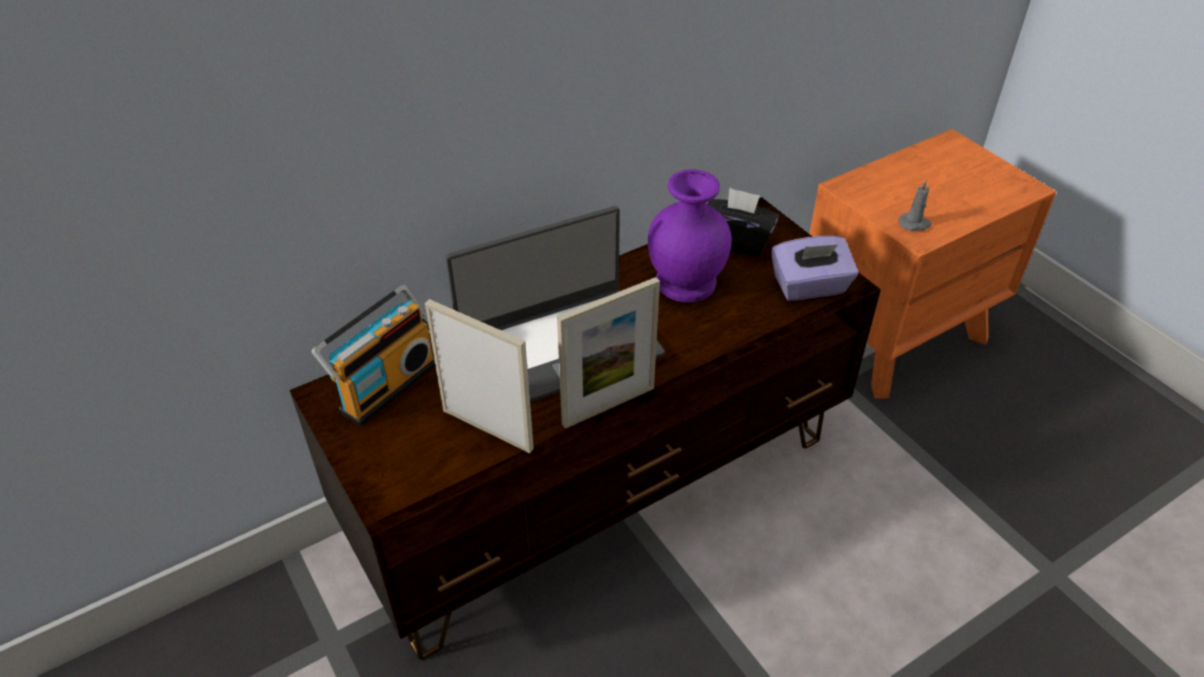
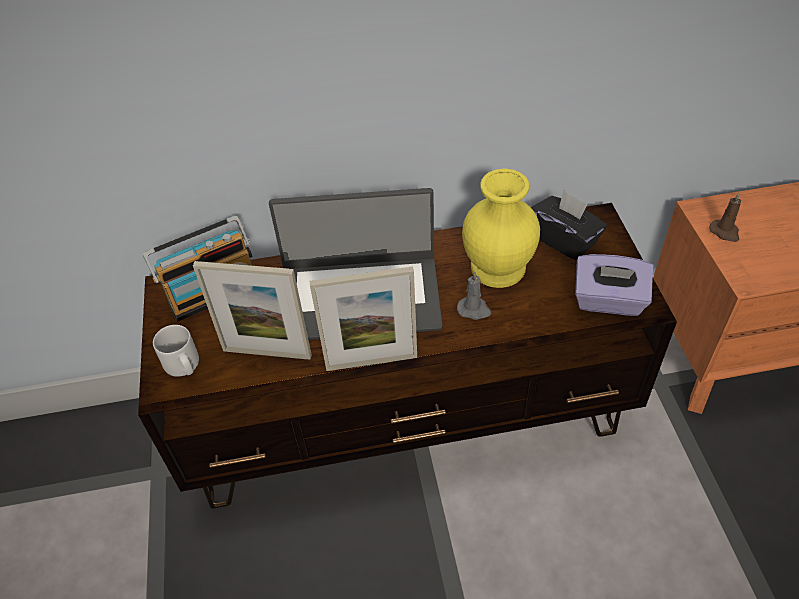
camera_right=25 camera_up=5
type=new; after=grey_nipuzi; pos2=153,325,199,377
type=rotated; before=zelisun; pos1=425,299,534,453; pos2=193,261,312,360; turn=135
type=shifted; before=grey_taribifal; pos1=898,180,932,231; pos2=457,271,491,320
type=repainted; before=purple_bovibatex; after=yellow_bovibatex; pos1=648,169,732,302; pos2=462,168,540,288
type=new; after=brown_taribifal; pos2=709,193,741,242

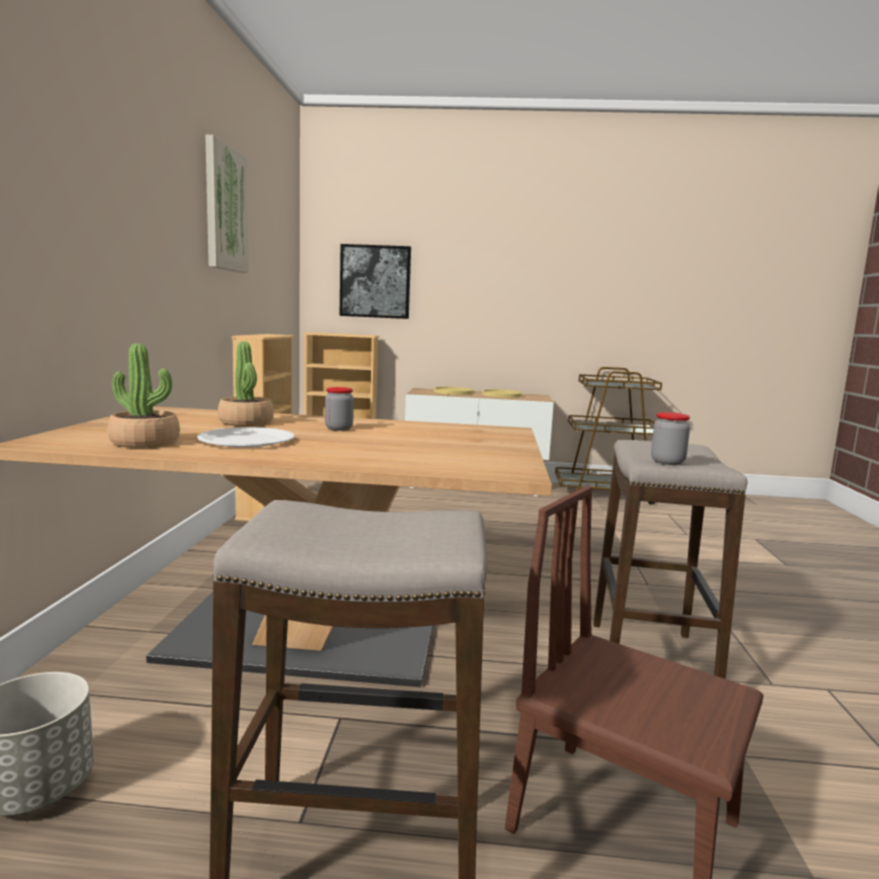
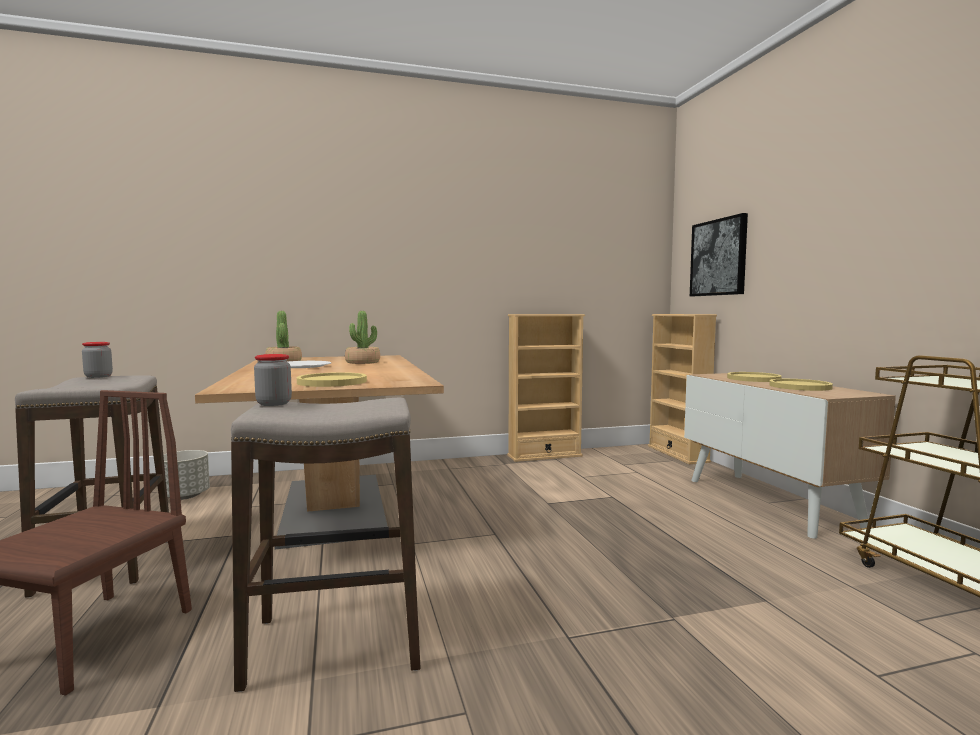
camera_right=70 camera_up=-5
type=shifted; before=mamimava; pos1=325,387,354,431; pos2=82,342,113,378
type=new; after=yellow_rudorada; pos2=297,372,367,387
type=gone; before=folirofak; pos1=205,135,249,273

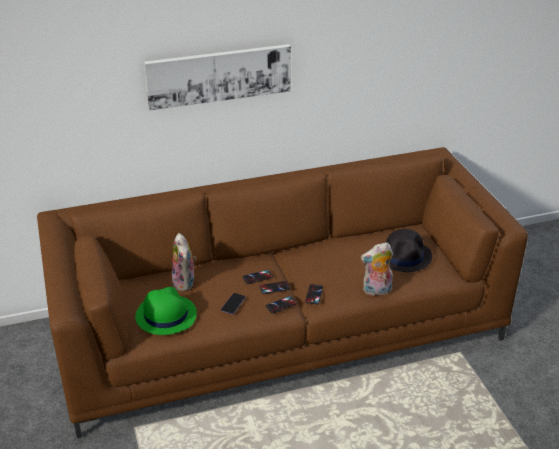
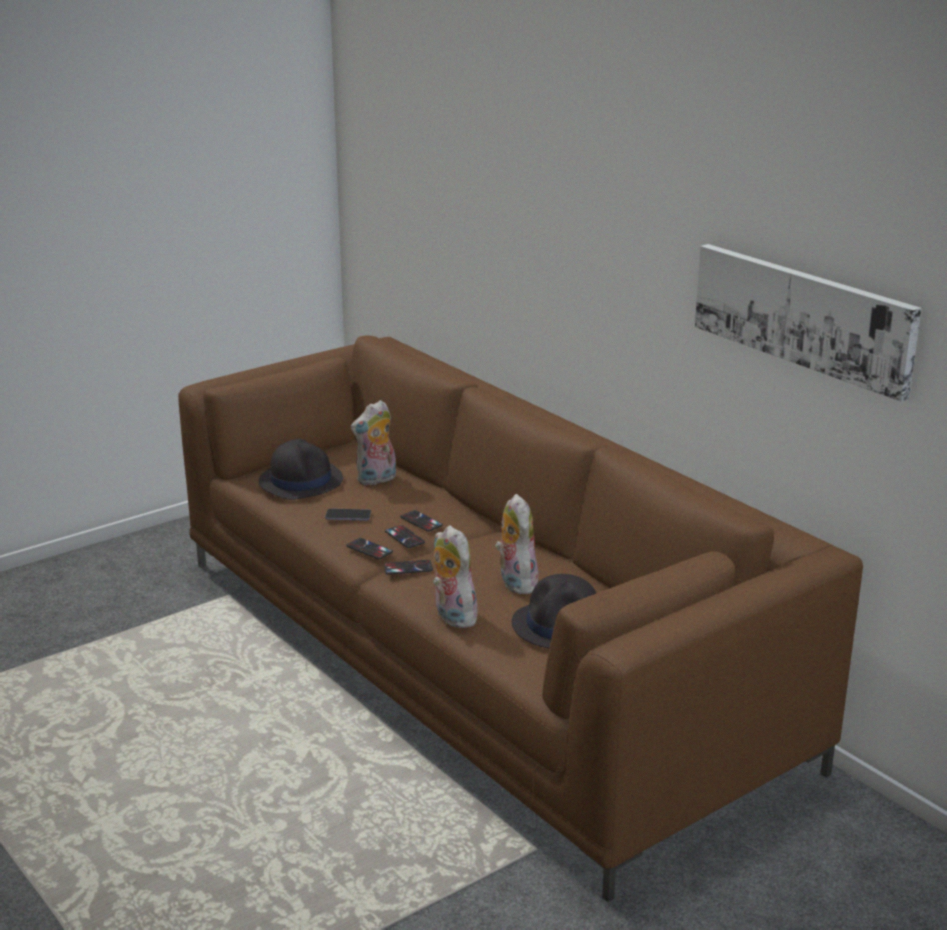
camera_right=70 camera_up=-10
type=repainted; before=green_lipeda; after=black_lipeda; pos1=135,287,197,335; pos2=259,439,343,500
type=new; after=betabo; pos2=495,494,538,594
type=shifted; before=folirofak; pos1=144,44,291,110; pos2=695,244,922,402

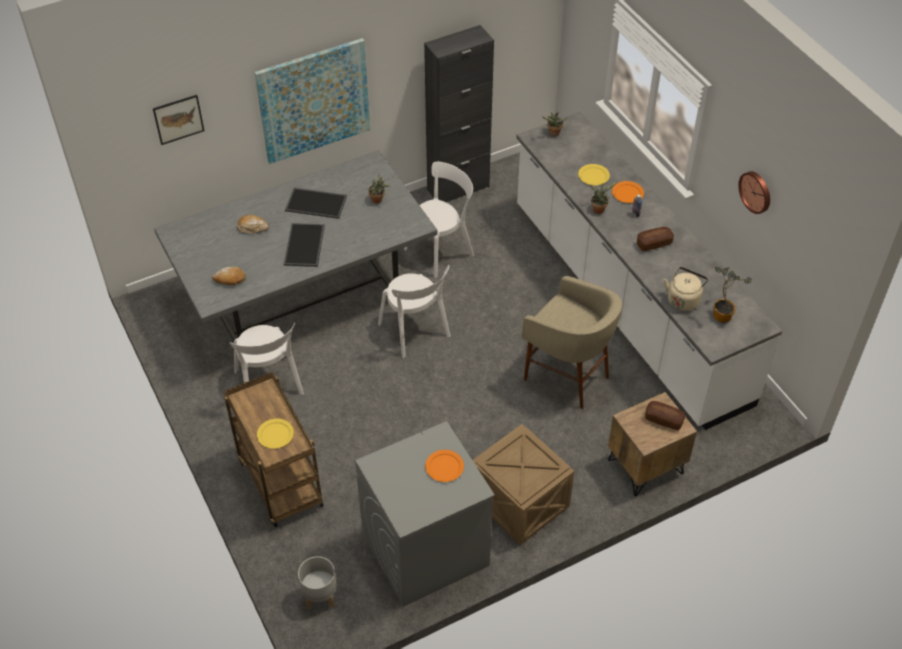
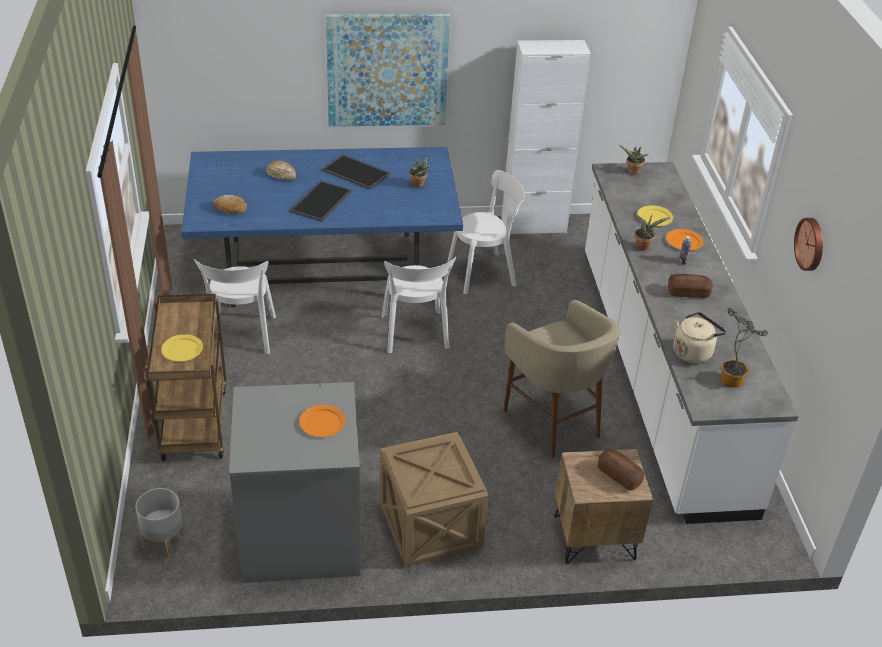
camera_right=20 camera_up=-10
type=repainted; before=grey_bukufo; after=blue_bukufo; pos1=154,150,438,342; pos2=181,147,463,307
type=repainted; before=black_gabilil; after=white_gabilil; pos1=424,25,494,202; pos2=501,40,591,234
type=gone; before=folirofak; pos1=153,95,204,145

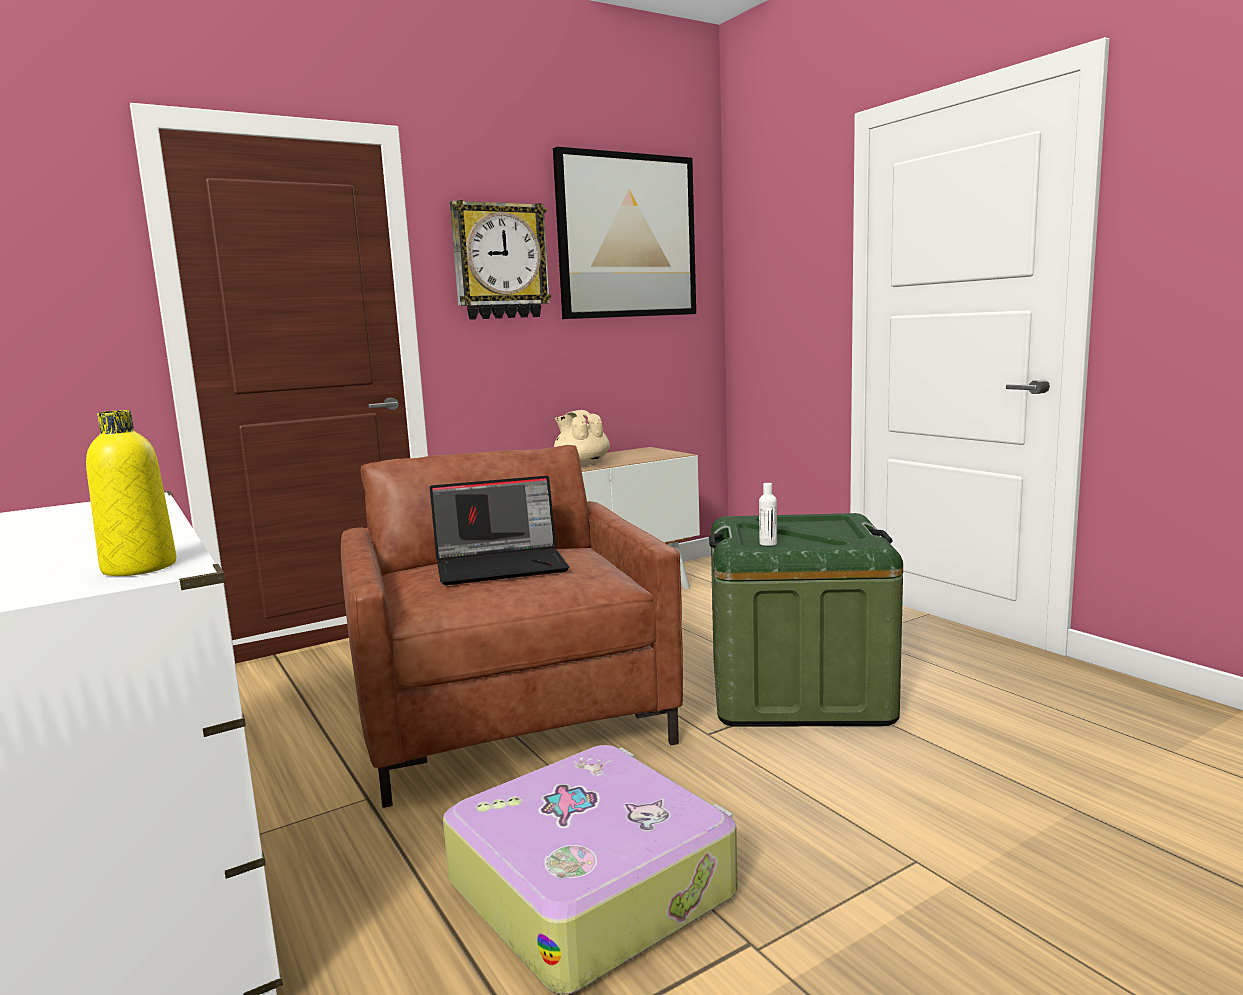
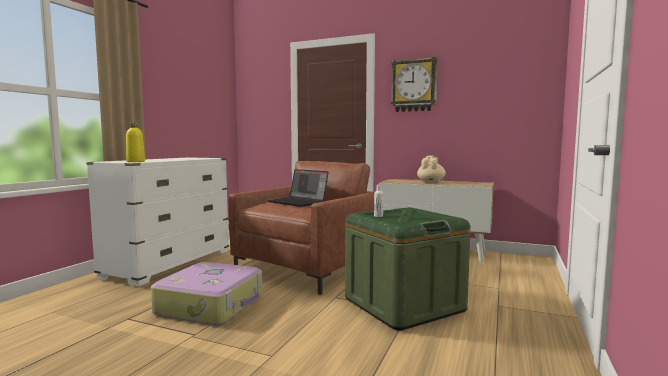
camera_right=55 camera_up=-5
type=gone; before=folirofak; pos1=553,147,696,319

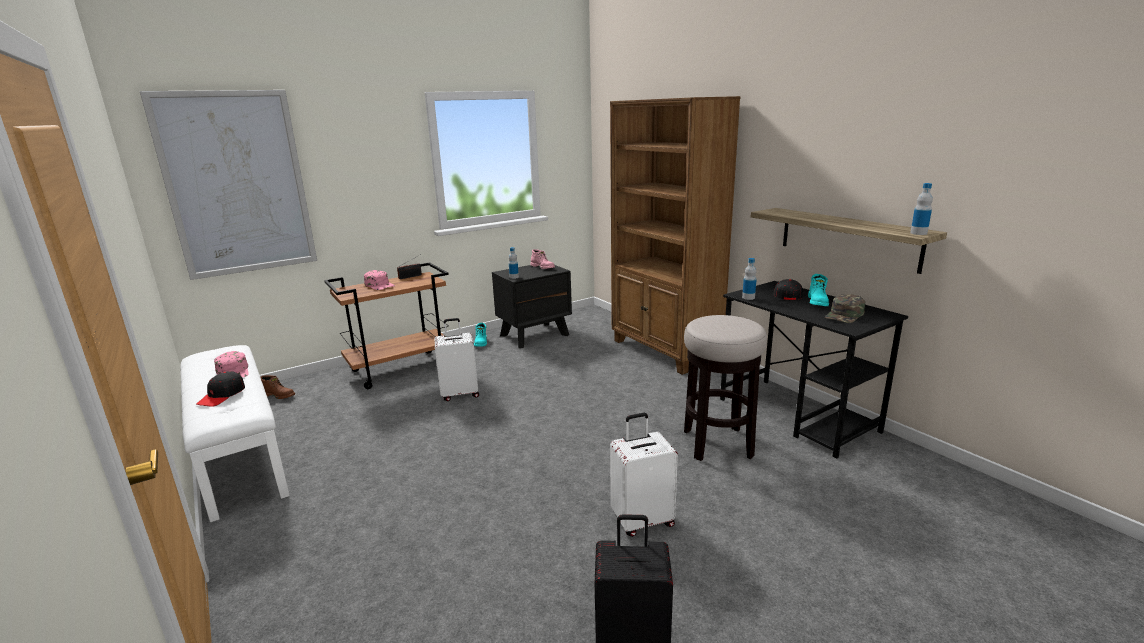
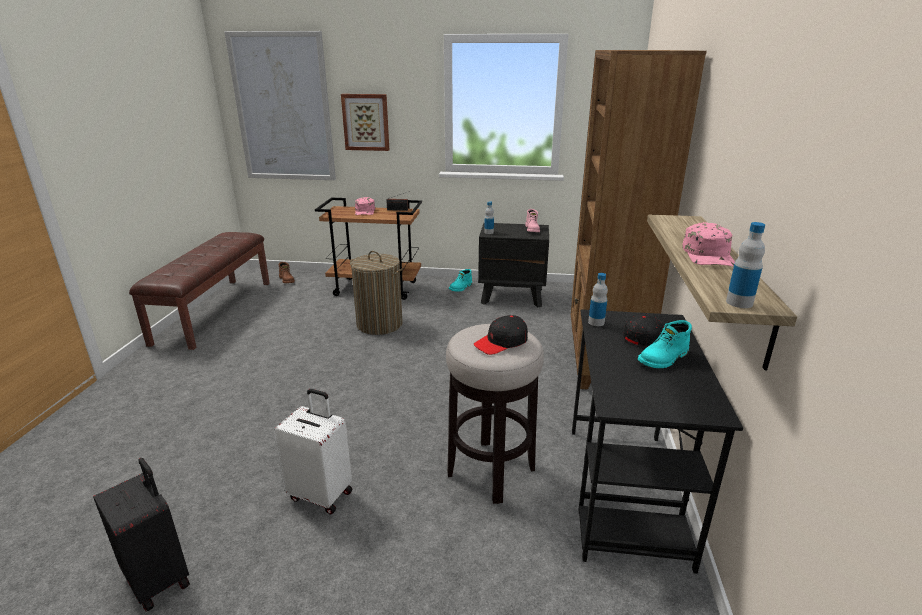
camera_right=40 camera_up=5
type=repainted; before=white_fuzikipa; after=brown_fuzikipa; pos1=180,345,290,522; pos2=129,232,270,350
type=new; after=folirofak; pos2=341,94,389,151
type=swapped; before=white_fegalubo; after=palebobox; pos1=435,318,479,401; pos2=350,251,403,335
type=shifted; before=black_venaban; pos1=197,371,245,407; pos2=474,315,528,355
type=shifted; before=pink_venaban; pos1=214,351,249,377; pos2=682,222,735,266
type=gone; before=green_venaban; pos1=825,294,865,323

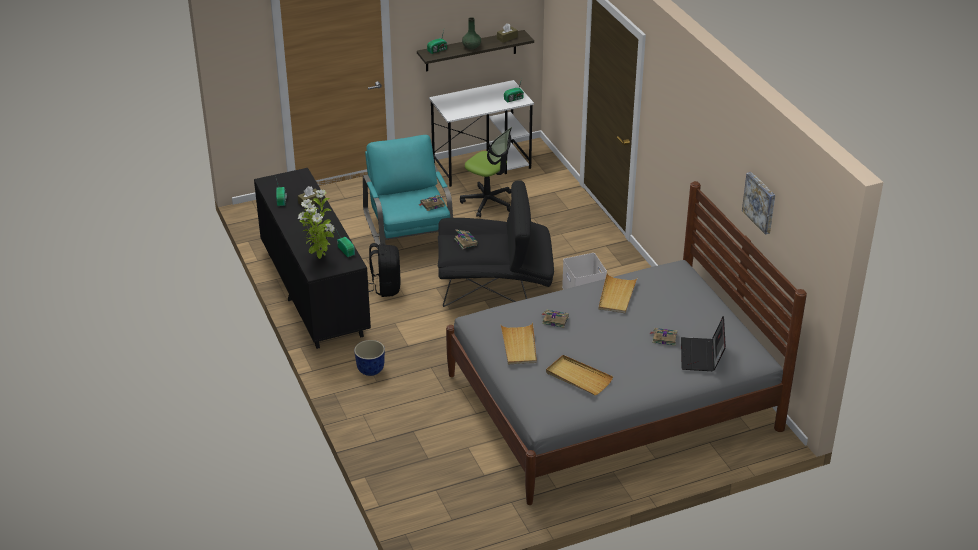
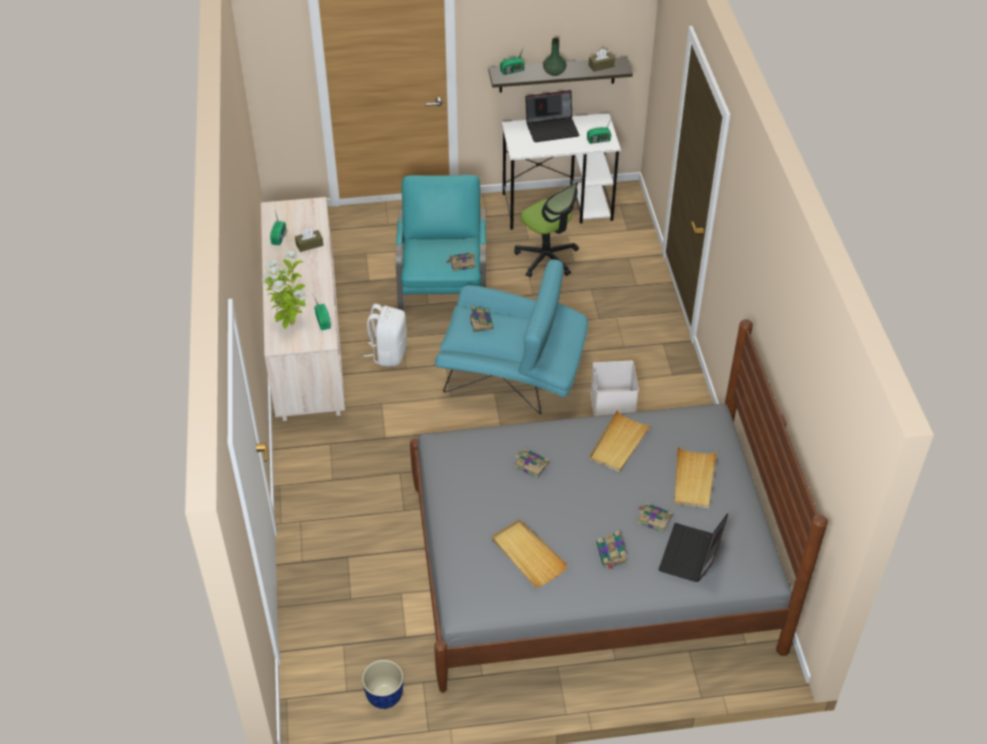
camera_right=15 camera_up=10
type=repainted; before=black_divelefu; after=beige_divelefu; pos1=254,168,371,349; pos2=261,197,345,421
type=shifted; before=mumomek; pos1=354,340,385,376; pos2=362,660,404,709
type=repainted; before=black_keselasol; after=white_keselasol; pos1=368,243,401,297; pos2=364,304,407,367
type=repainted; before=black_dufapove; after=turquoise_dufapove; pos1=438,180,554,307; pos2=435,259,588,414
type=new; after=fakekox; pos2=525,90,579,142
type=new; after=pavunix; pos2=597,531,627,570
type=shifted; before=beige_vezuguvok; pos1=501,323,537,364; pos2=674,446,717,509
type=gone; before=folirofak; pos1=742,172,775,235

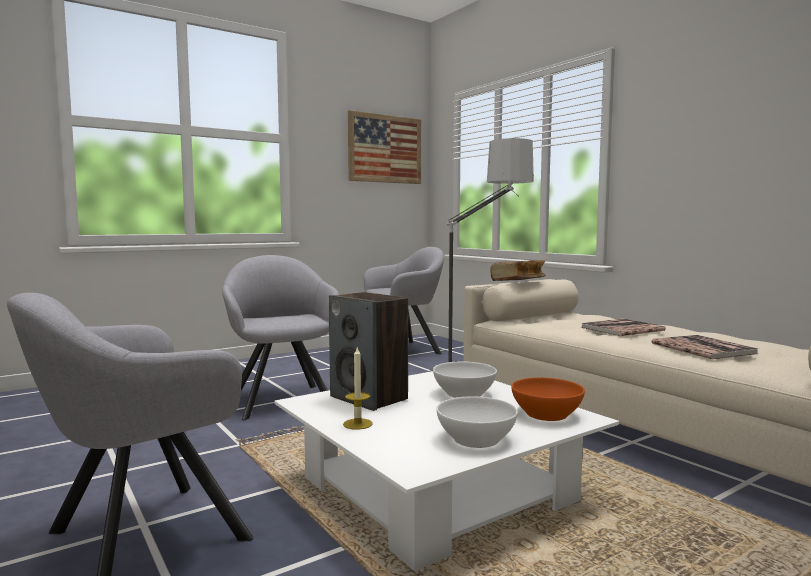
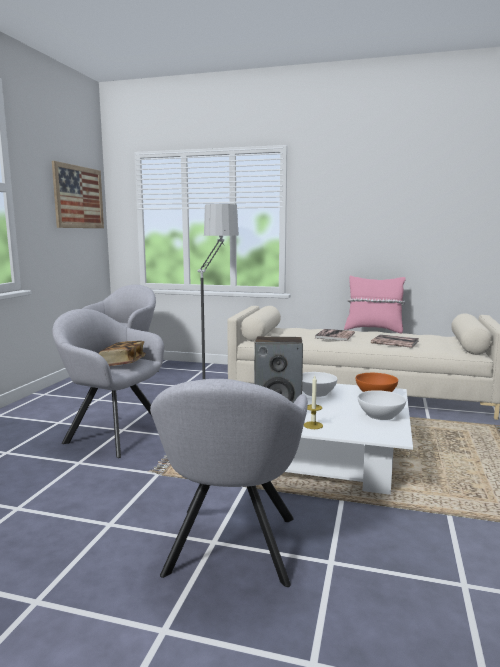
camera_right=-40 camera_up=5
type=shifted; before=pavunix; pos1=490,260,545,281; pos2=99,341,146,366
type=new; after=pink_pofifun; pos2=344,275,406,334

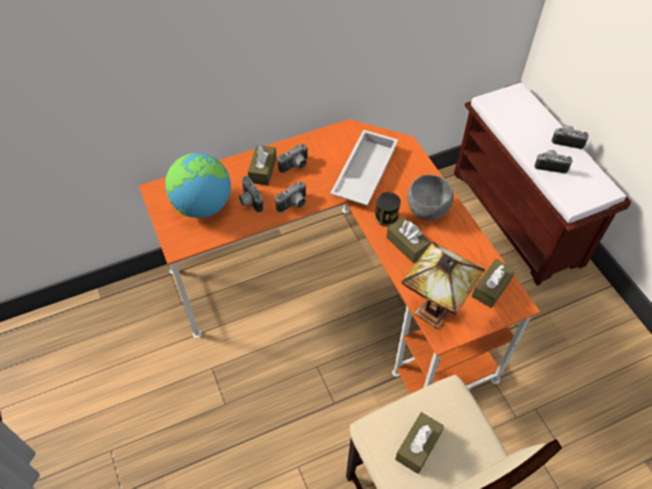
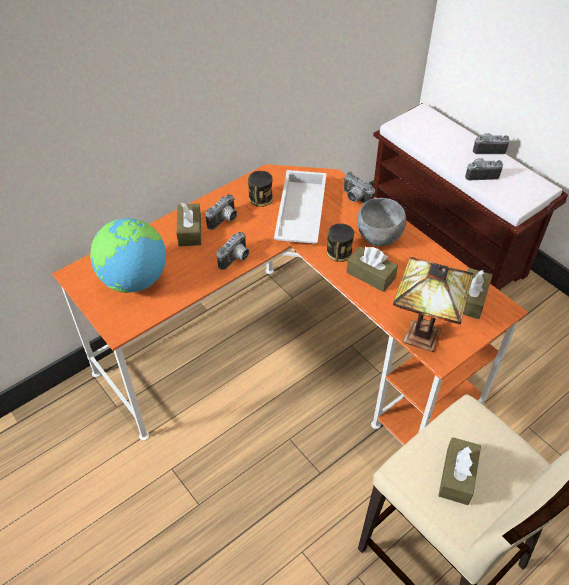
camera_right=-15 camera_up=-5
type=new; after=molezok; pos2=248,171,273,207
type=shifted; before=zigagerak; pos1=239,176,263,213; pos2=343,172,375,204

